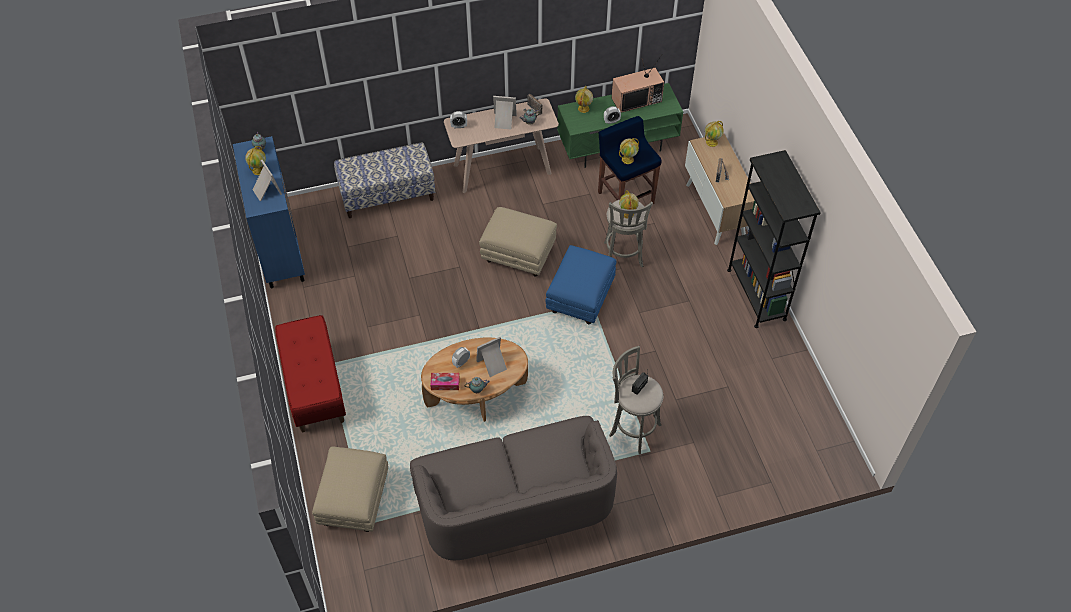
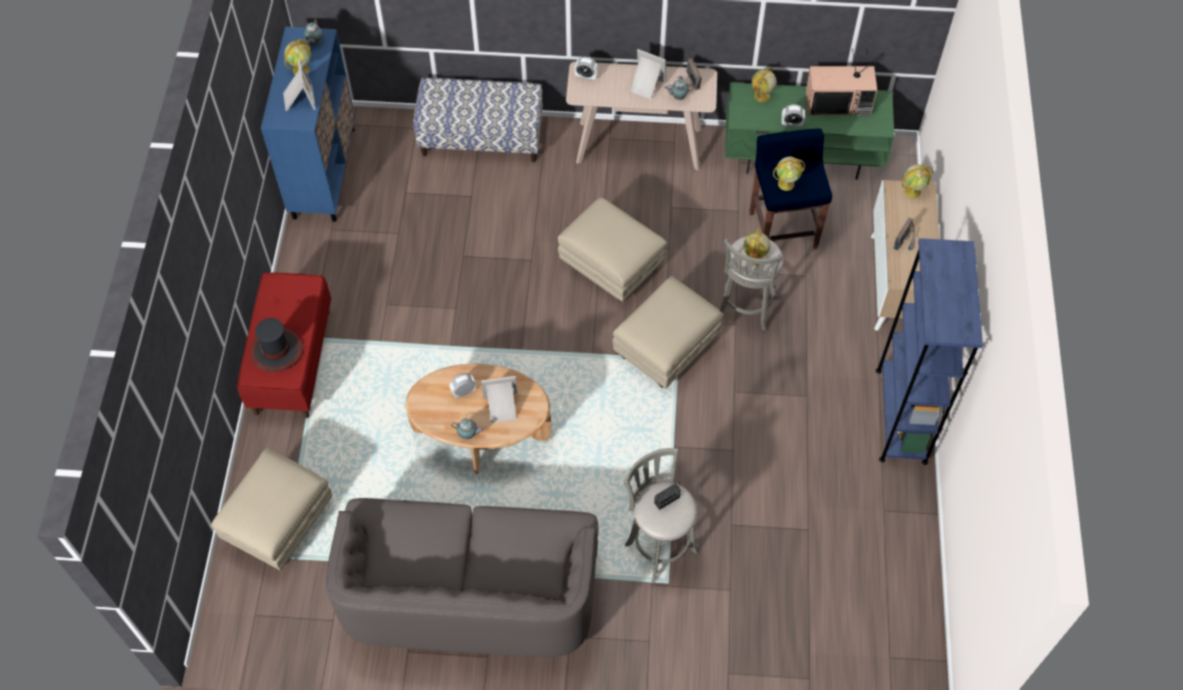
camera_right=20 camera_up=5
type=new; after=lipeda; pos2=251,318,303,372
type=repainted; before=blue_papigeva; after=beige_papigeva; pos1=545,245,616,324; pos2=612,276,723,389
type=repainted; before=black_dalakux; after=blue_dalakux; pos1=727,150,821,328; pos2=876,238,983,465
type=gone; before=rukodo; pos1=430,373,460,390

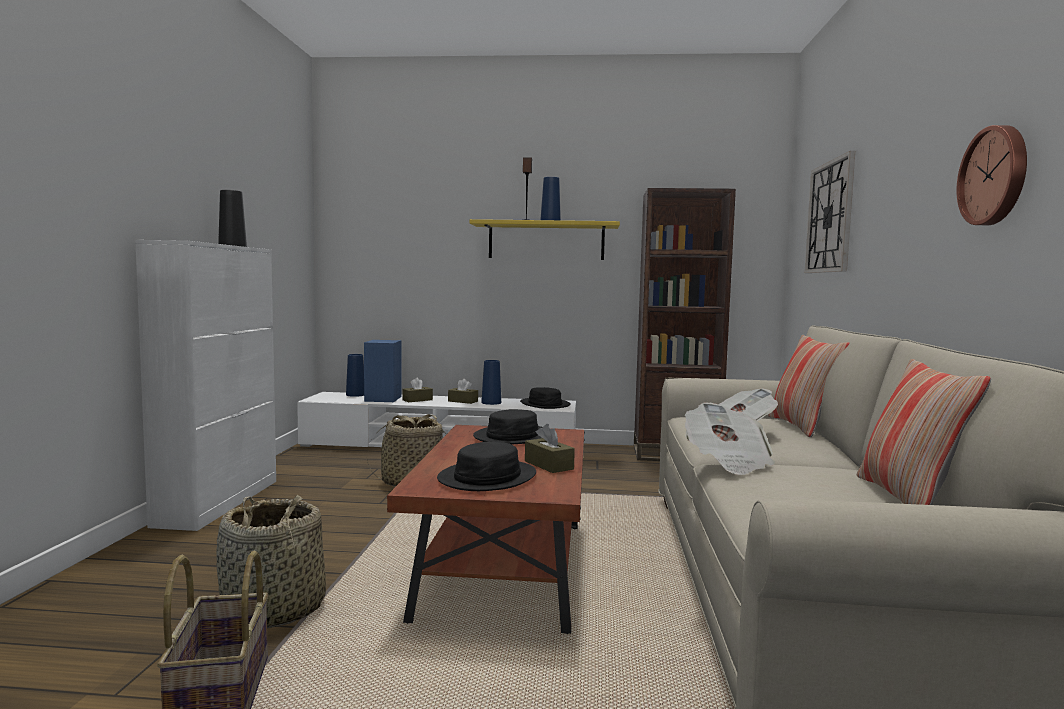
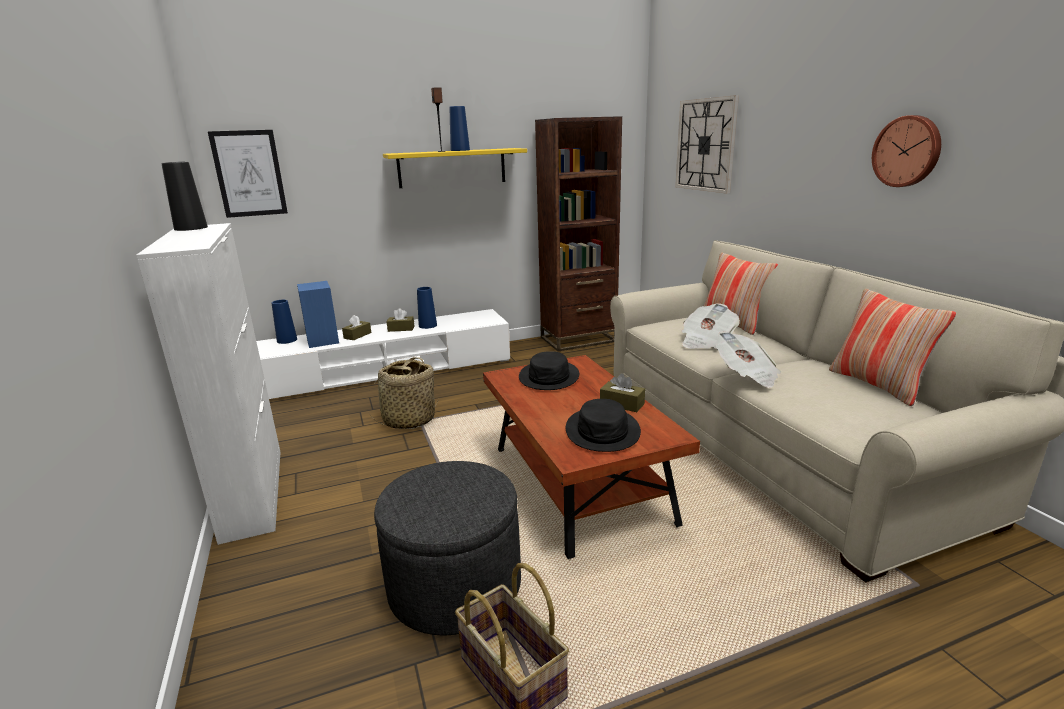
camera_right=-25 camera_up=15
type=new; after=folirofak; pos2=208,130,288,218
type=swapped; before=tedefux; after=grey_papigeva; pos1=216,495,326,628; pos2=374,461,521,635
type=gone; before=black_lipeda; pos1=520,387,571,409

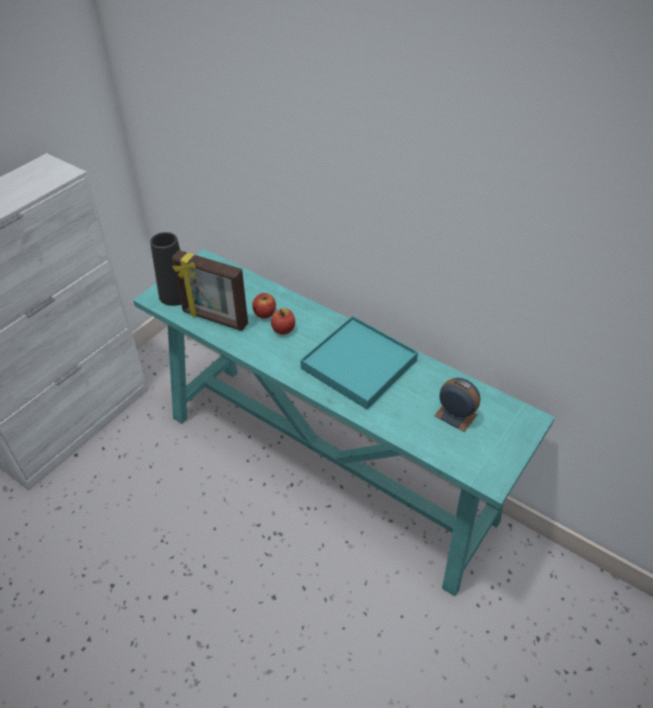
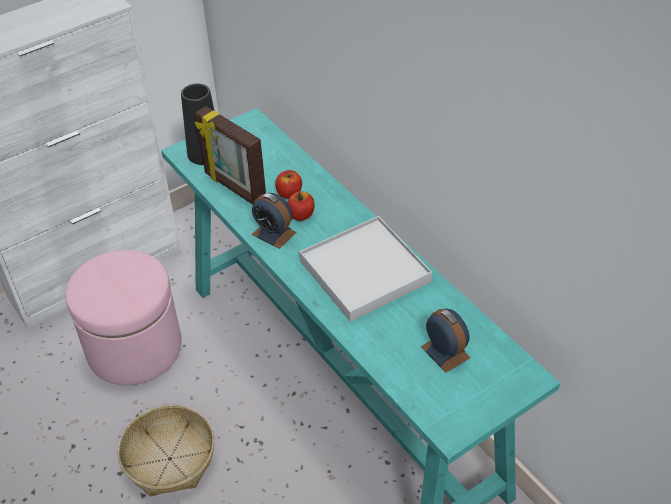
camera_right=20 camera_up=0
type=new; after=pink_papigeva; pos2=66,250,182,385
type=new; after=tedefux; pos2=118,405,215,496
type=new; after=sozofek; pos2=252,193,296,249
type=repainted; before=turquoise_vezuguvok; after=white_vezuguvok; pos1=300,316,418,409; pos2=299,216,432,322

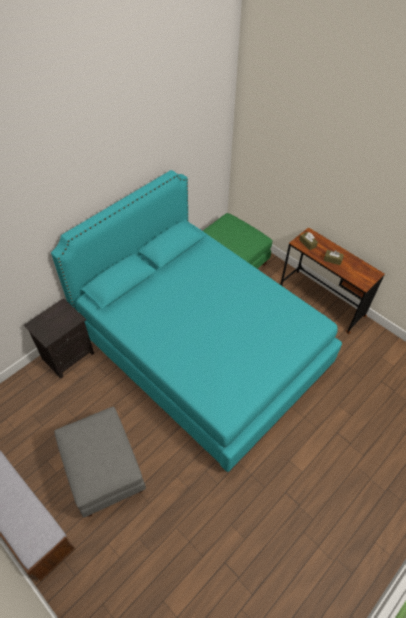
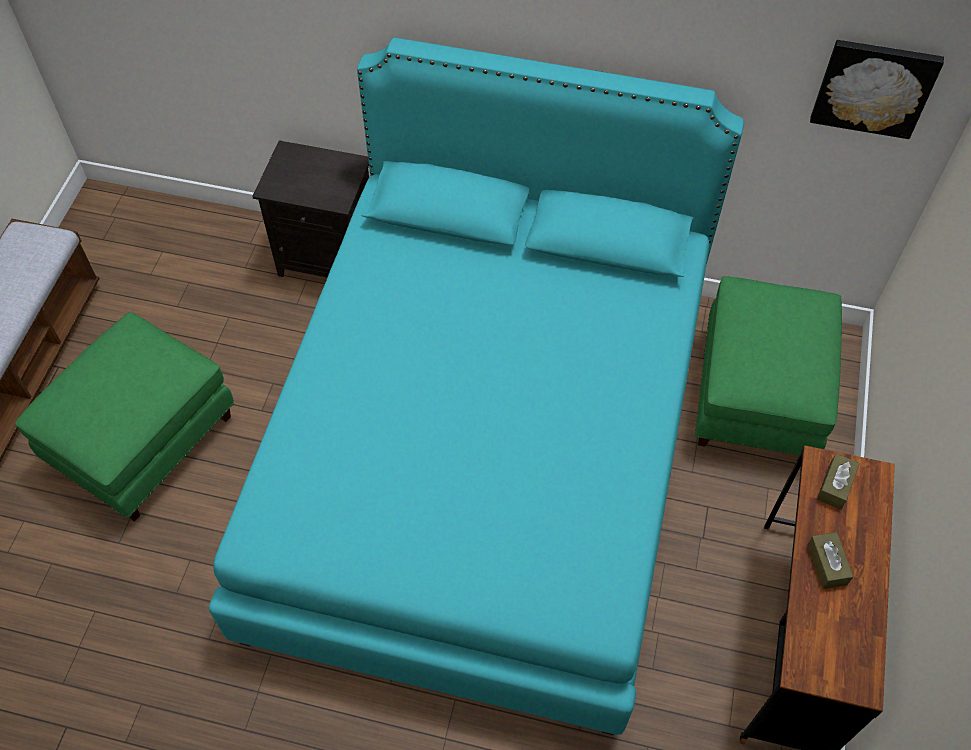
camera_right=60 camera_up=5
type=repainted; before=grey_papigeva; after=green_papigeva; pos1=54,407,146,518; pos2=15,312,234,522
type=new; after=folirofak; pos2=810,40,944,139

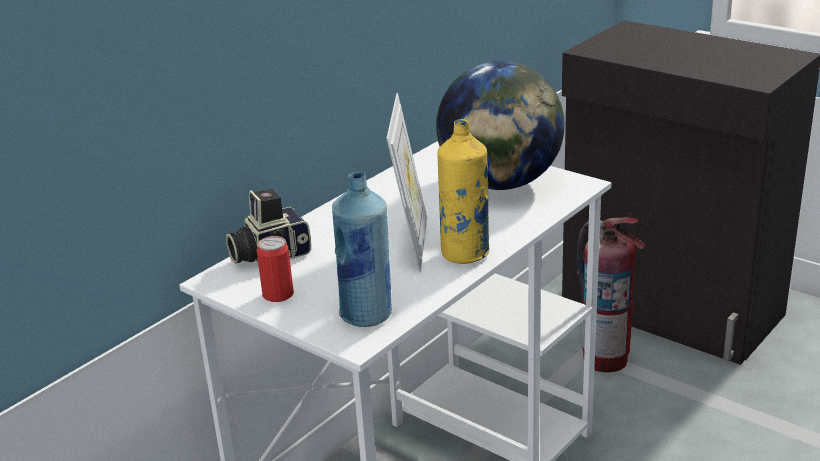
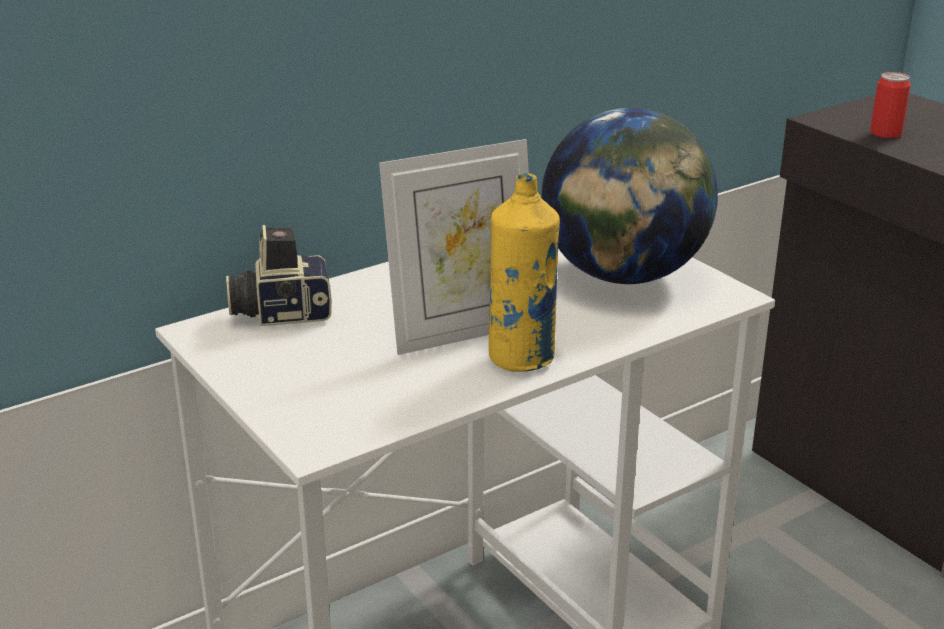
camera_right=15 camera_up=0
type=rotated; before=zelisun; pos1=386,93,427,272; pos2=379,139,529,355; turn=45
type=shifted; before=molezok; pos1=257,236,294,302; pos2=870,72,911,138
type=gone; before=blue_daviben; pos1=332,172,392,327
type=gone; before=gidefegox; pos1=577,217,645,373

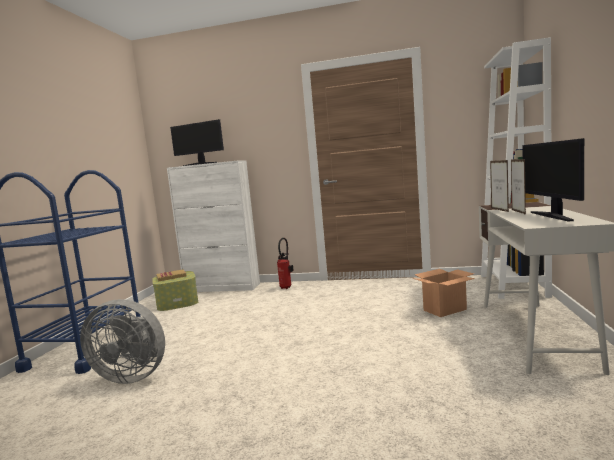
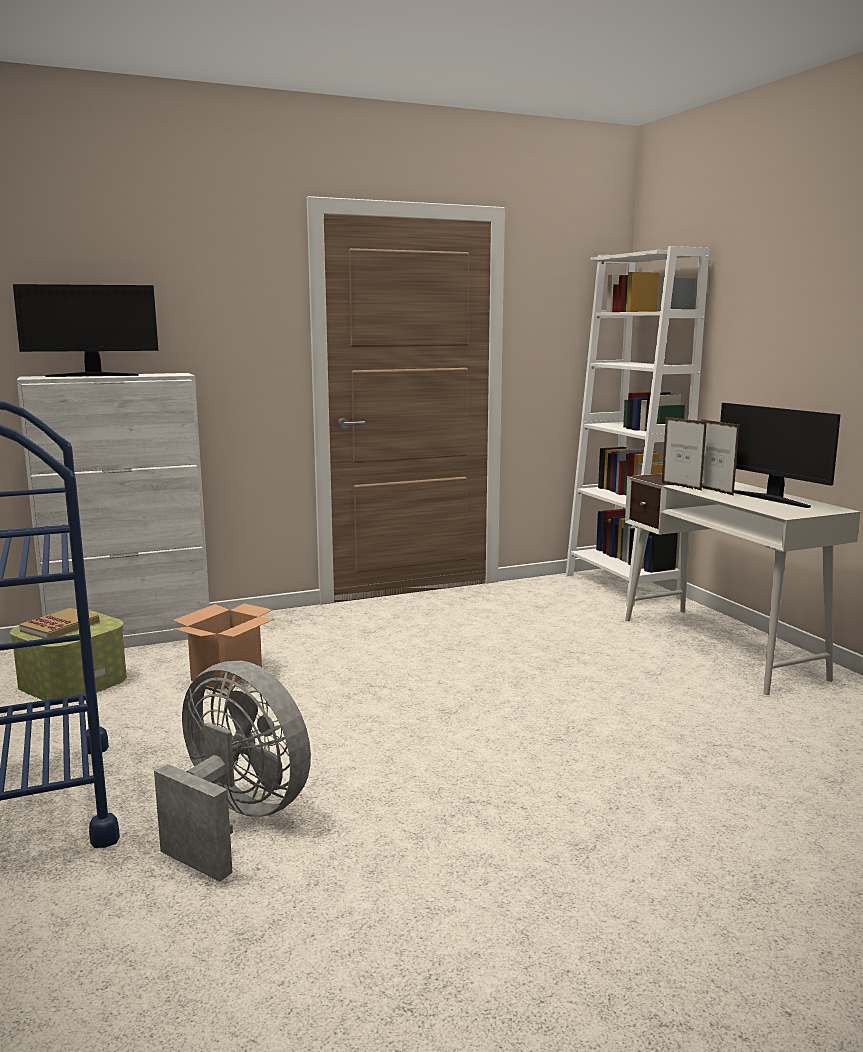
camera_right=-35 camera_up=5
type=rotated; before=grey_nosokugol; pos1=80,299,165,384; pos2=154,661,311,882; turn=-120
type=shifted; before=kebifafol; pos1=413,269,475,317; pos2=172,603,275,690
type=gone; before=gidefegox; pos1=277,238,294,289

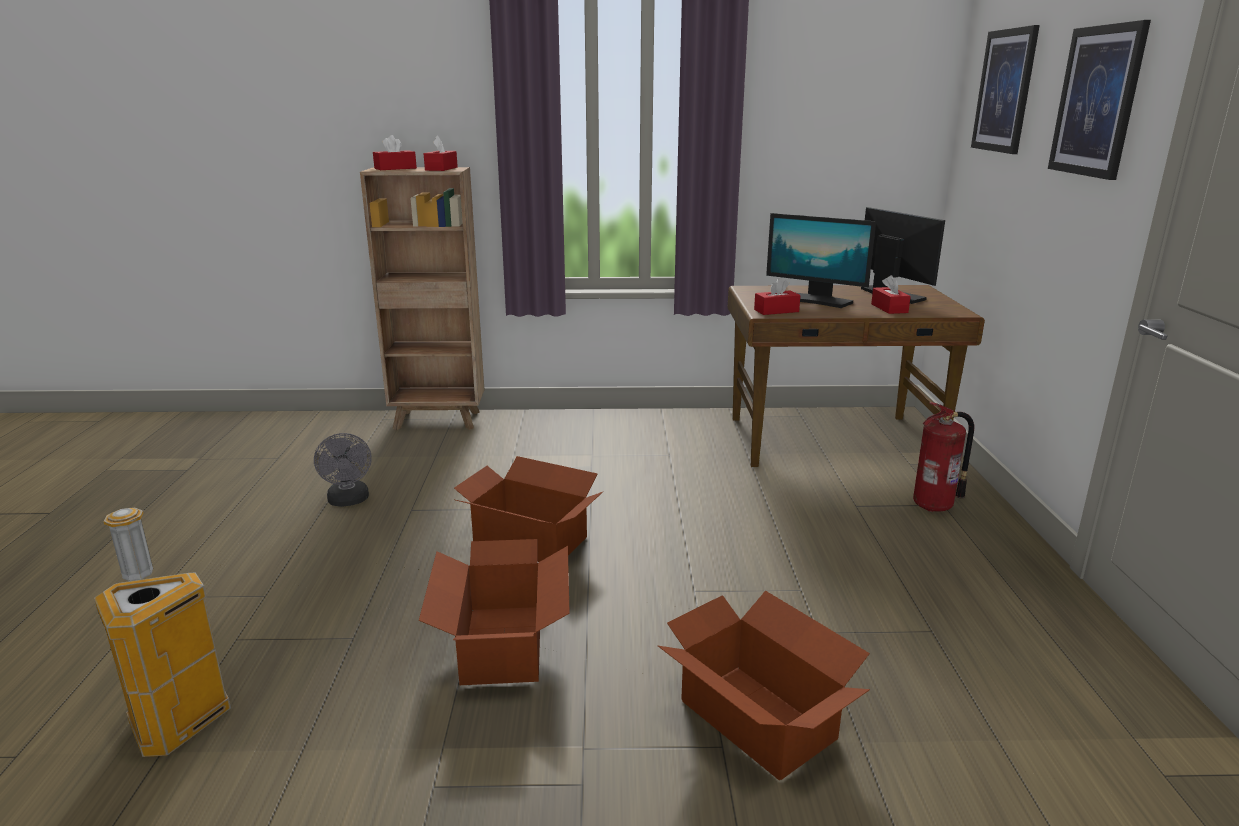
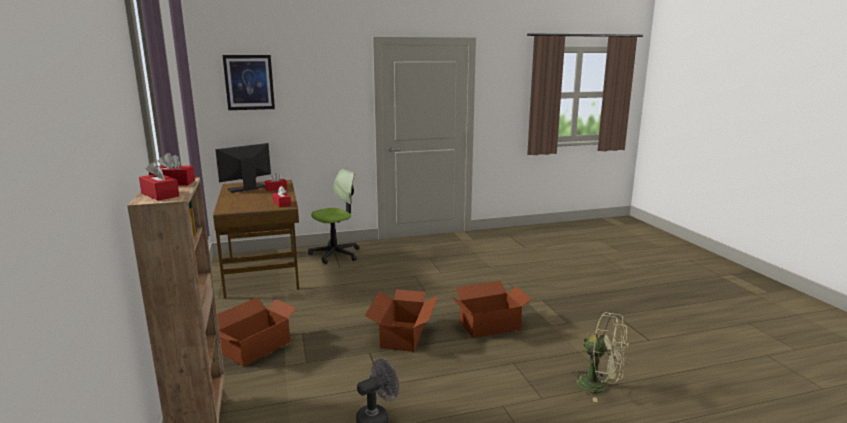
camera_right=-105 camera_up=-5
type=shifted; before=kebifafol; pos1=658,590,870,780; pos2=217,298,296,367
type=swapped; before=gidefegox; after=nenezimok; pos1=913,402,974,512; pos2=308,169,360,264
type=swapped; before=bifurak; after=green_nosokugol; pos1=94,507,231,757; pos2=571,312,629,402
type=gone; before=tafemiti; pos1=766,213,876,308
type=gone; before=folirofak; pos1=1048,20,1151,180

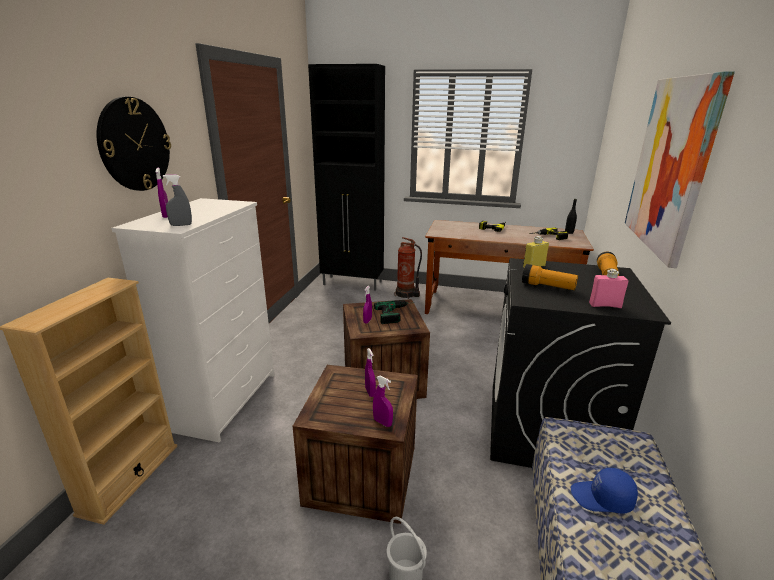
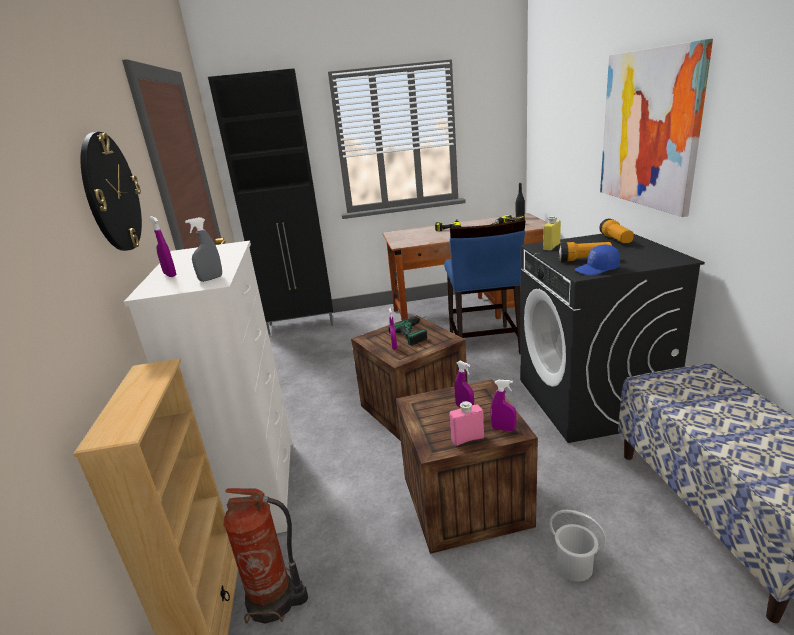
camera_right=-20 camera_up=0
type=shifted; before=gidefegox; pos1=395,237,422,299; pos2=224,488,308,624
type=new; after=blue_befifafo; pos2=444,219,526,354
type=shifted; before=pink_daviben; pos1=589,269,628,308; pos2=449,401,484,446
type=shifted; before=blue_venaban; pos1=571,468,638,513; pos2=575,245,620,276

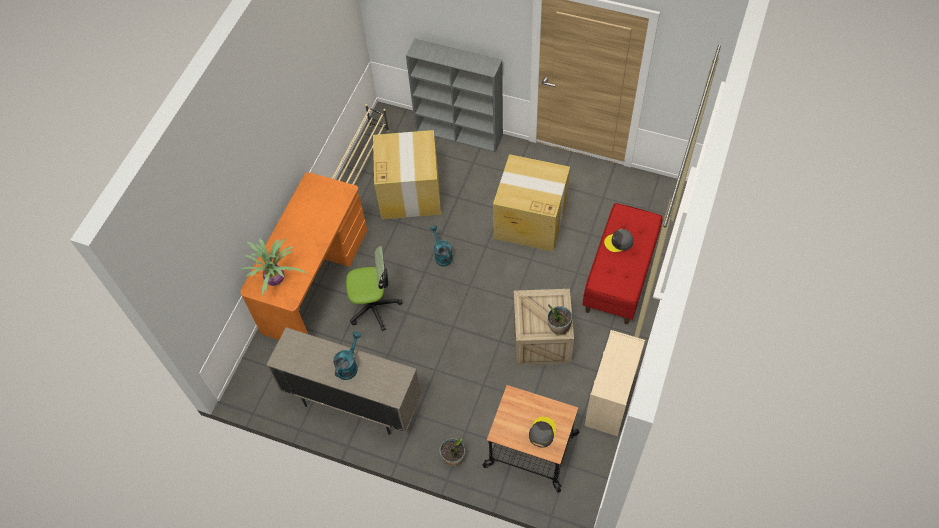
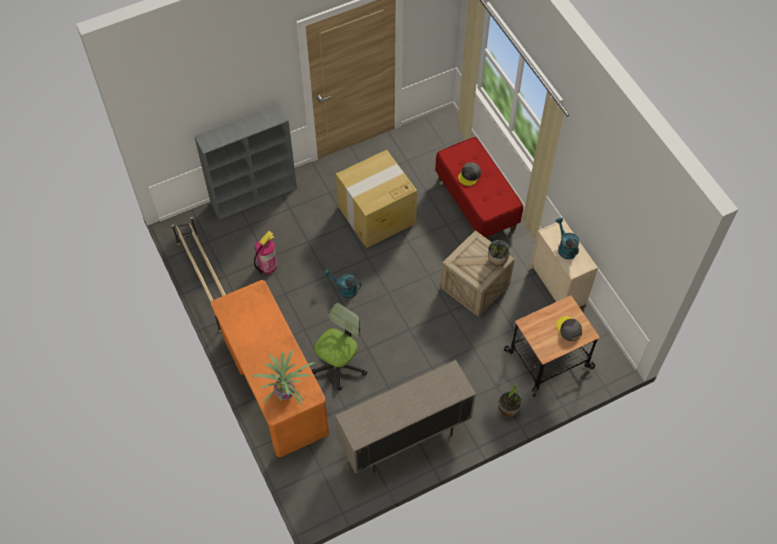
camera_right=-50 camera_up=0
type=swapped; before=kebifafol; after=gidefegox; pos1=373,130,441,219; pos2=254,231,277,274
type=shifted; before=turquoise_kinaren; pos1=333,332,361,380; pos2=555,218,579,259

